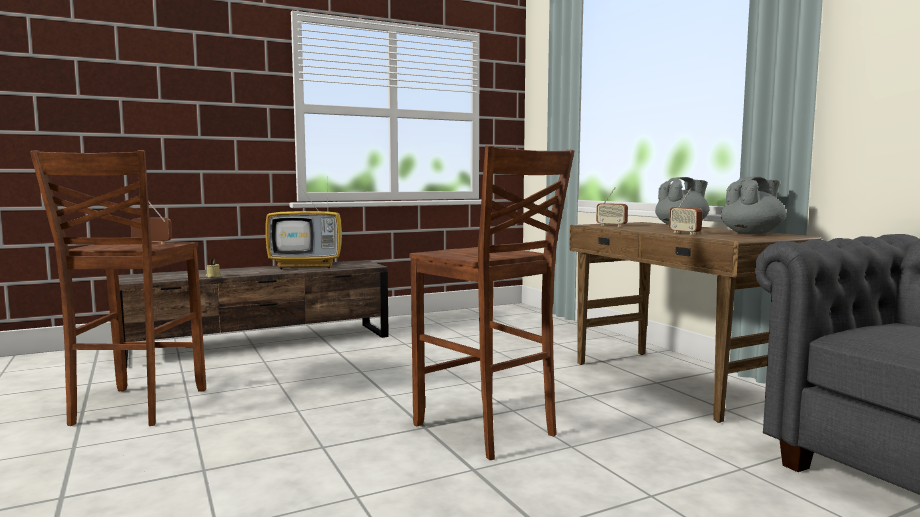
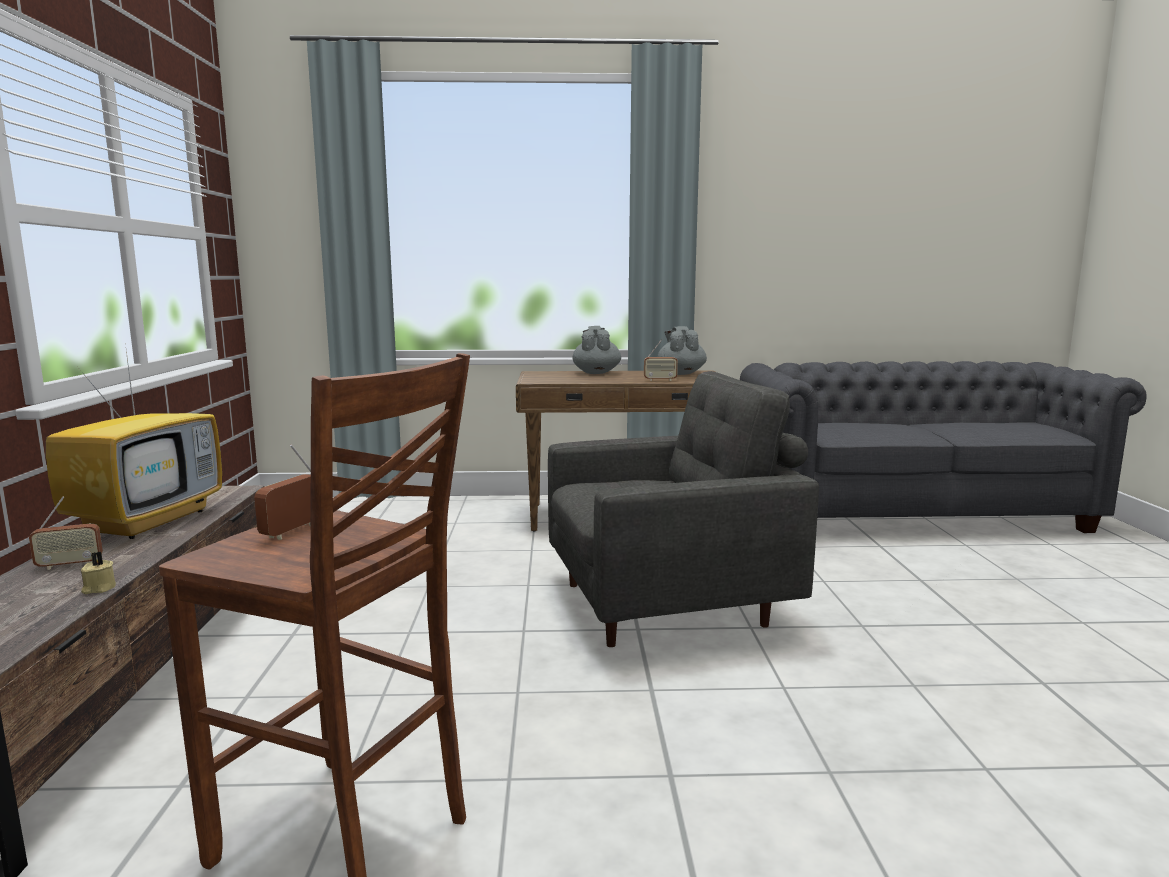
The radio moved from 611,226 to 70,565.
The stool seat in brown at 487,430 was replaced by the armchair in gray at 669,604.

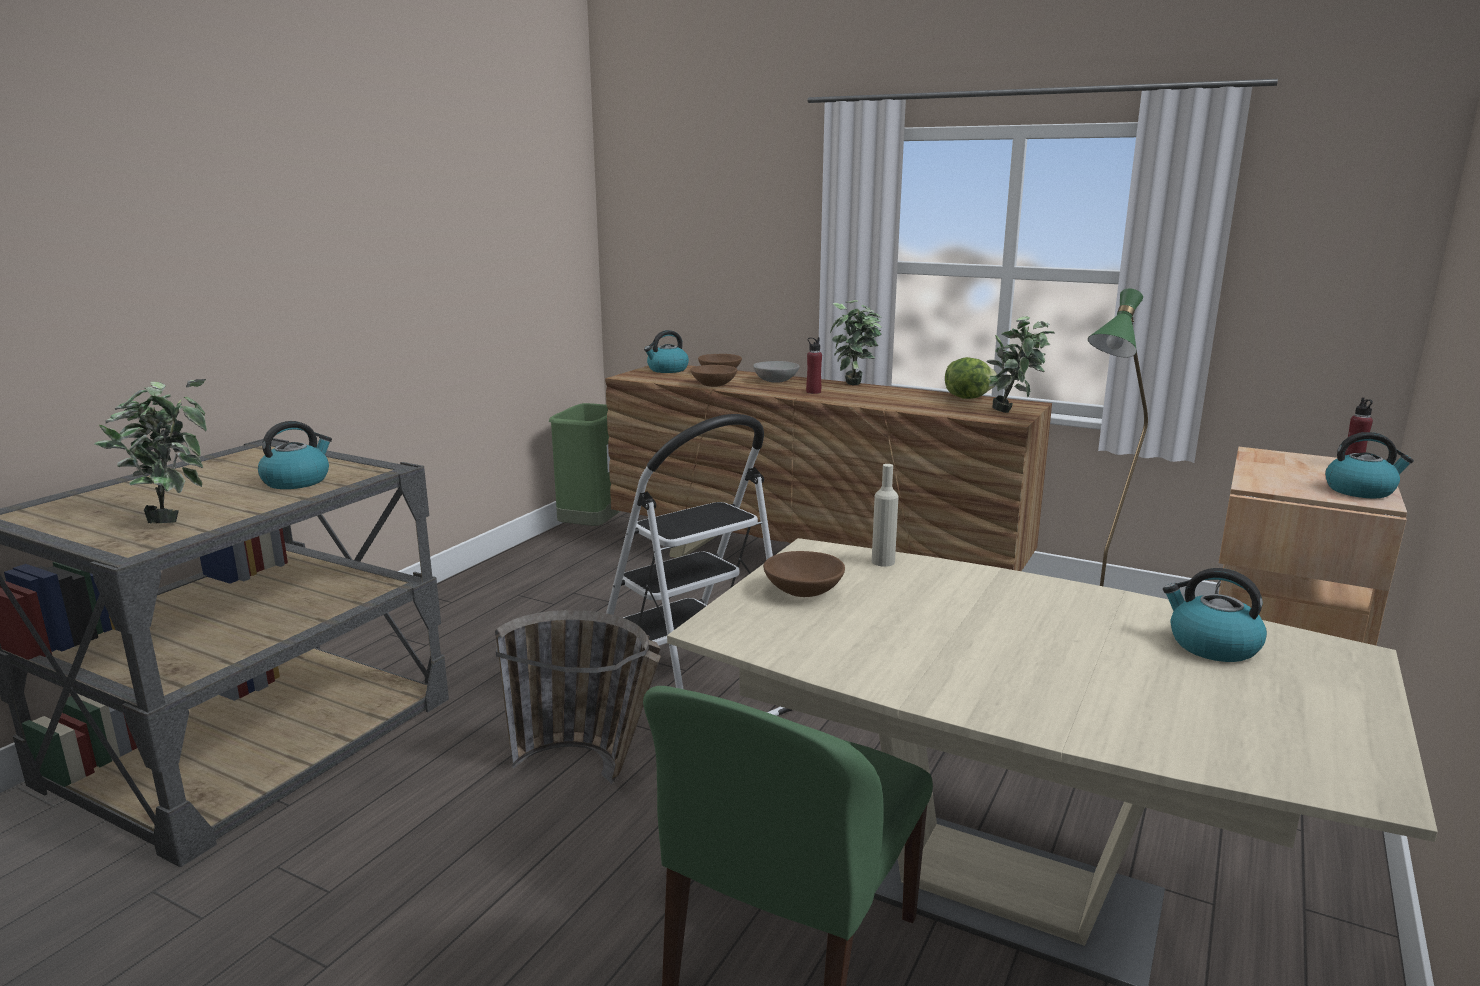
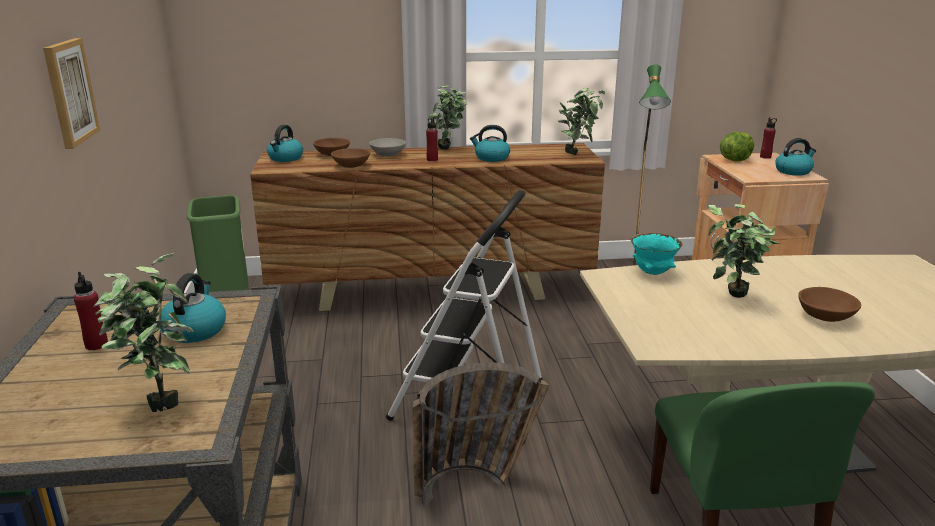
The wall picture at 69,92 appeared.
The bottle in red-coloured at 96,345 appeared.
The water kettle moved from 1211,645 to 491,158.
The bottle in sand-coloured at 883,562 was replaced by the bowl in blue-green at 653,272.
The plant in a pot at 732,299 appeared.
The lettuce head moved from 967,397 to 735,160.
The bowl in brown moved from 803,591 to 825,316.

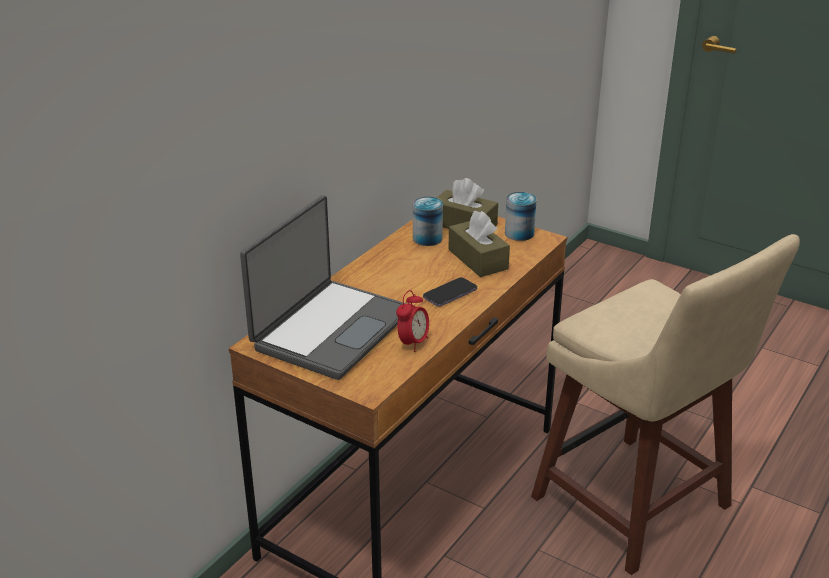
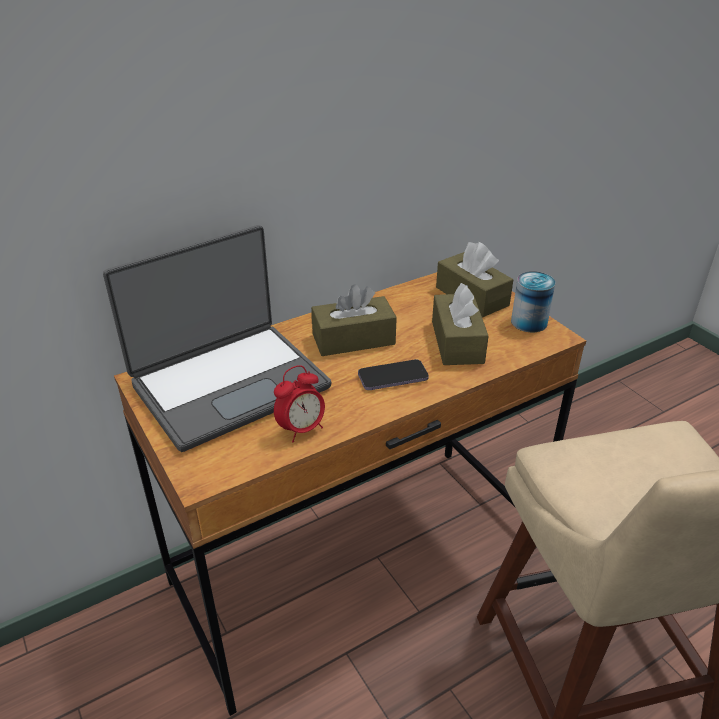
The box of tissues in brown at 353,339 appeared.
The can at 427,238 disappeared.

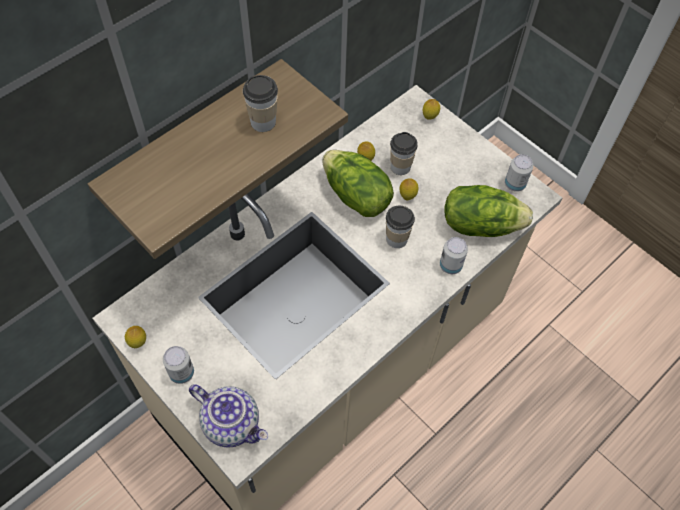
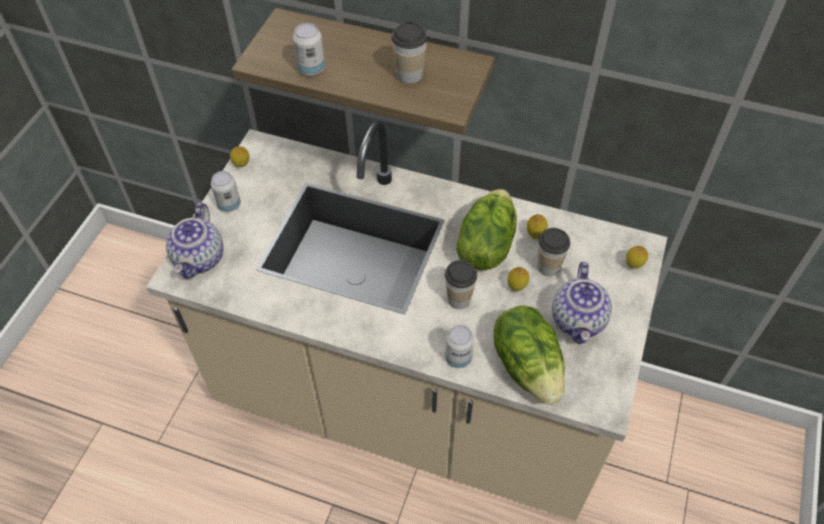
The can moved from 514,184 to 311,69.
The pot for tea at 579,320 appeared.

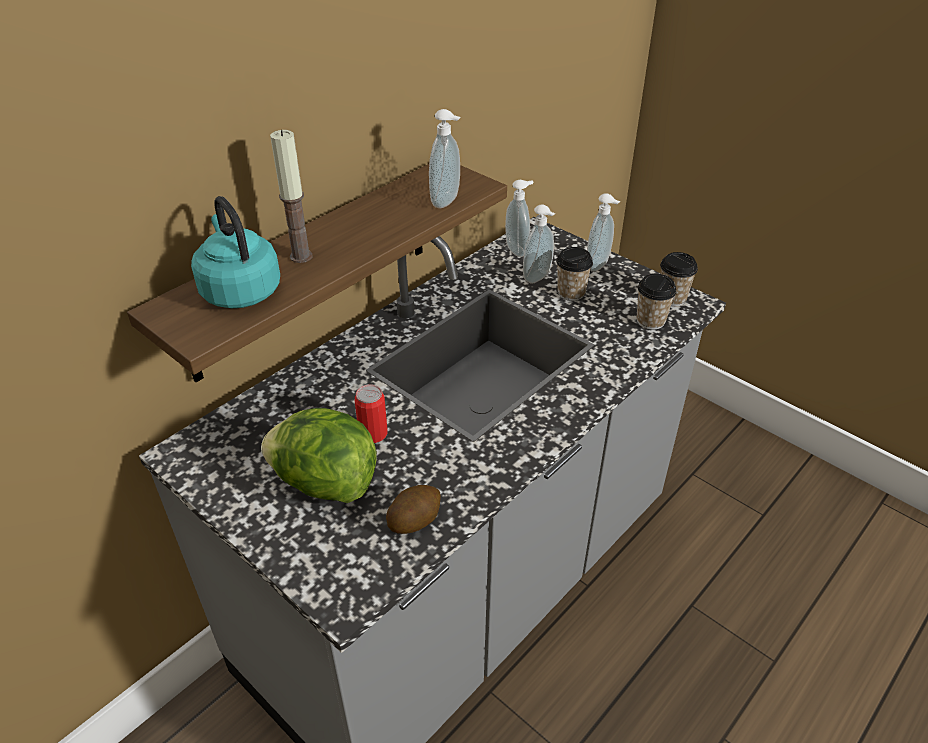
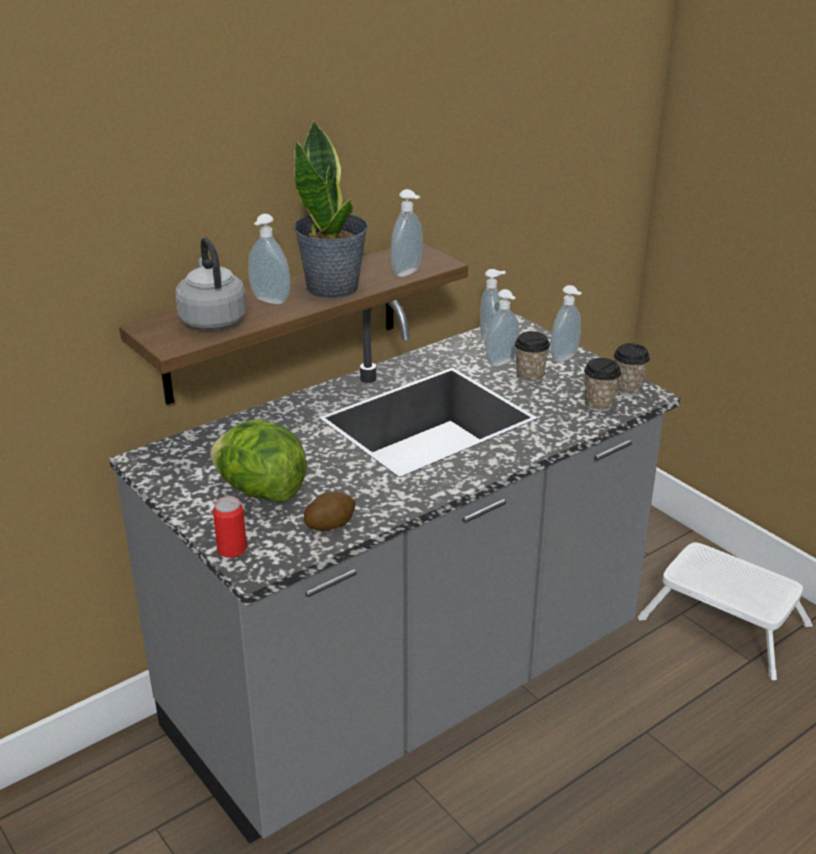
The water kettle in blue-green at 239,290 became the water kettle in gray at 212,319.
The can moved from 373,433 to 232,549.
The wax candle at 301,256 was replaced by the soap bottle at 269,301.
The plant in a pot at 333,287 appeared.
The step stool in white-coloured at 724,622 appeared.

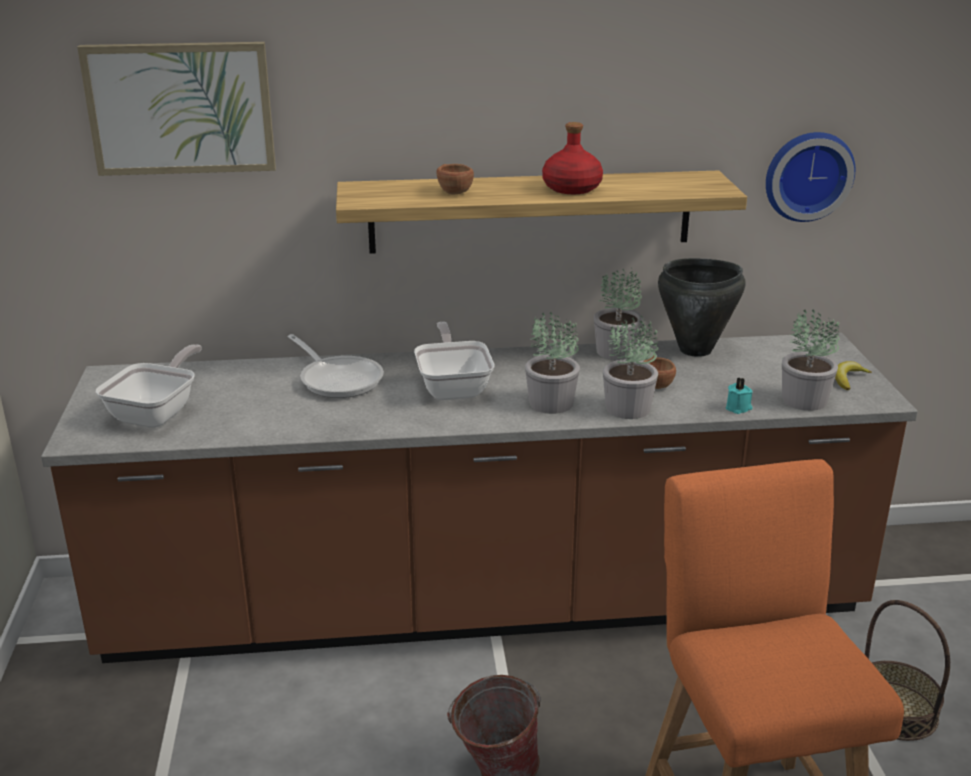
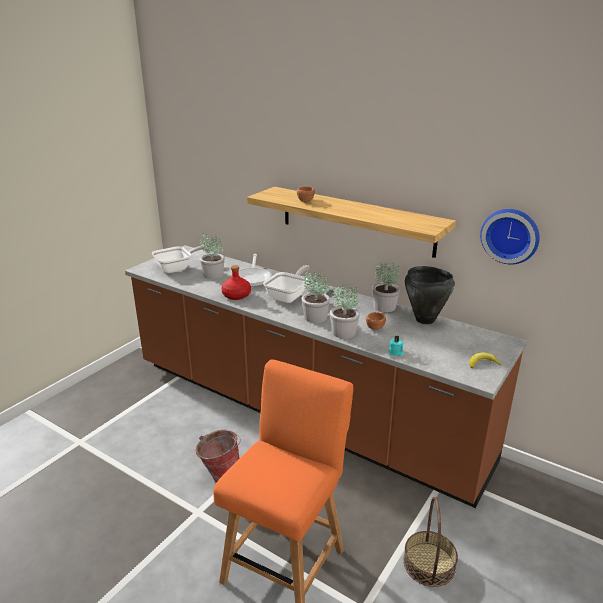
The plant in a pot moved from 804,400 to 212,275.
The bottle in red-coloured moved from 572,188 to 237,295.
The wall picture at 181,108 disappeared.

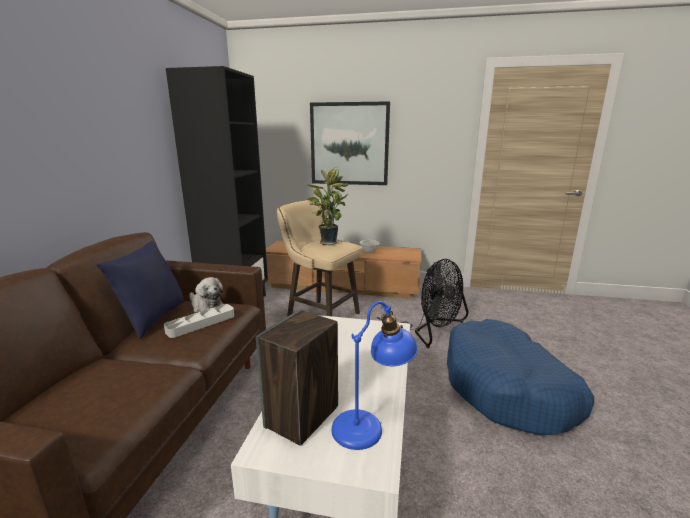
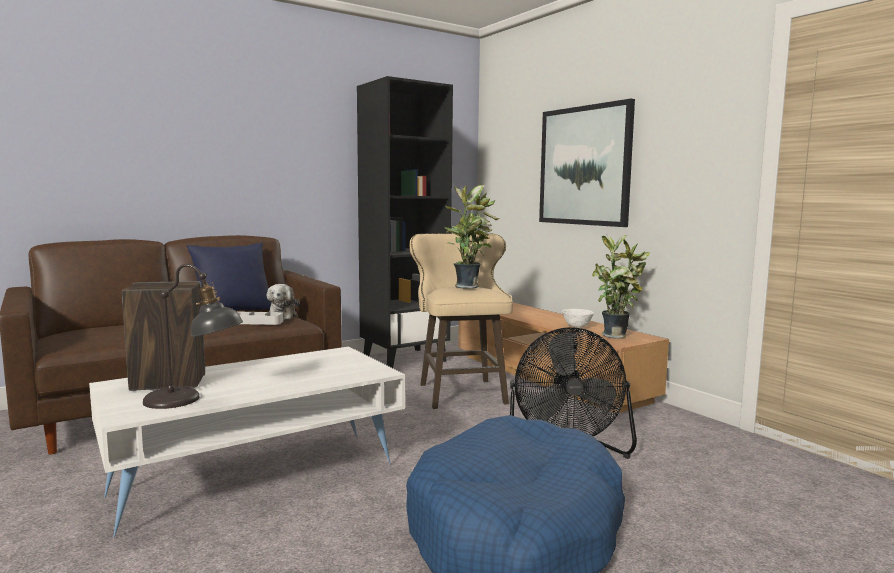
The table lamp in bluish at 372,418 became the table lamp in gray at 194,400.
The plant in a pot at 617,336 appeared.

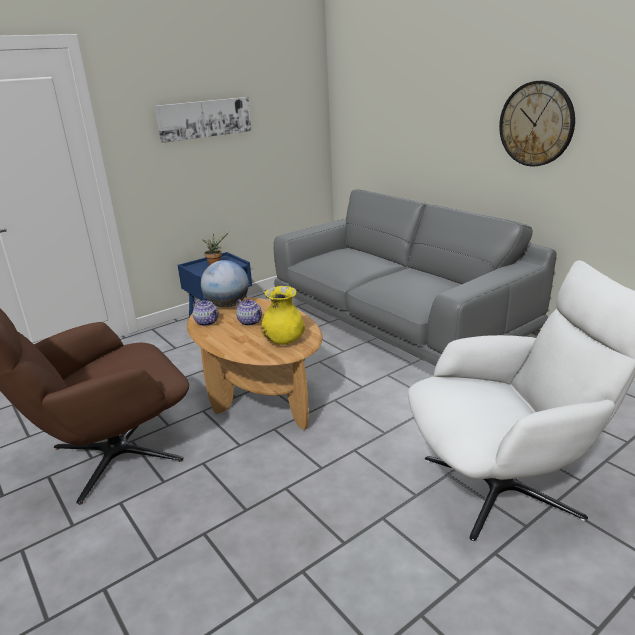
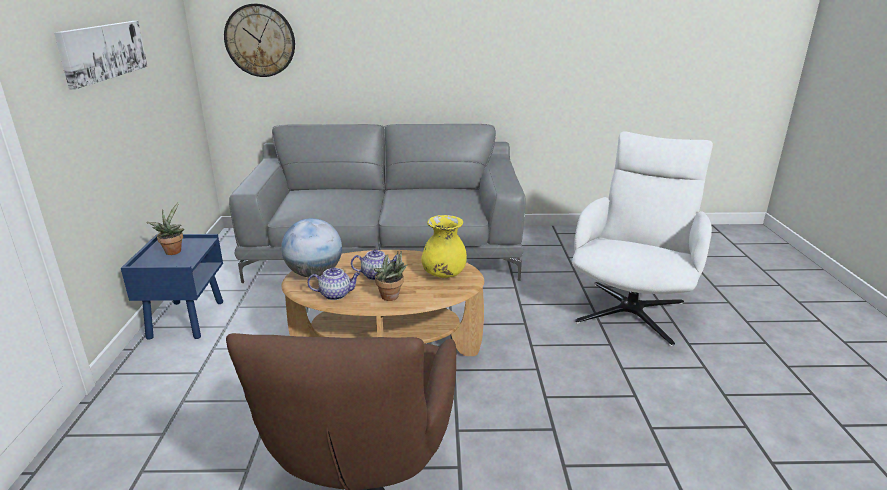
The hanging clock moved from 536,124 to 260,40.
The plant in a pot at 392,297 appeared.

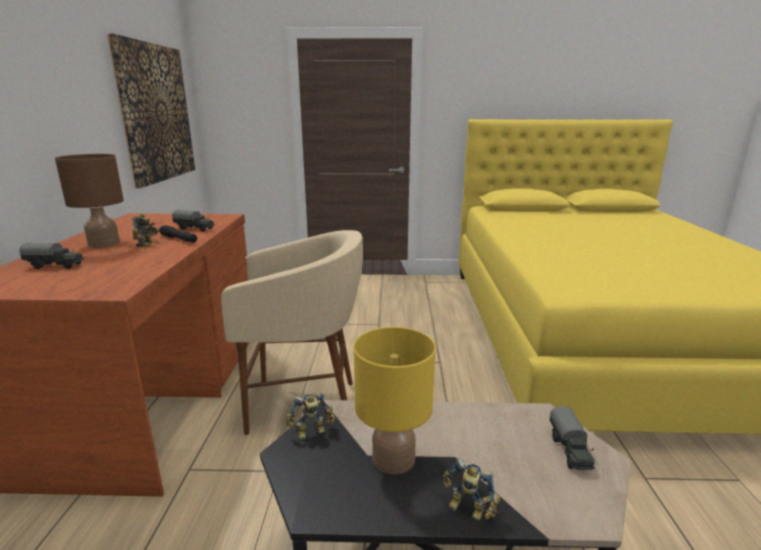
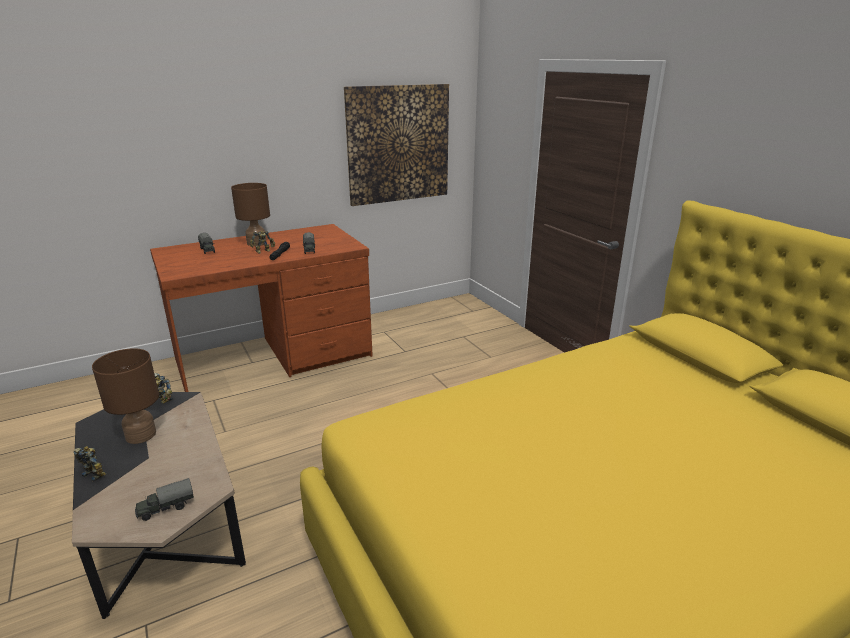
The model robot at 467,510 turned 120 degrees clockwise.
The table lamp in yellow at 393,459 became the table lamp in brown at 140,435.
The stool seat in sand-coloured at 303,405 disappeared.

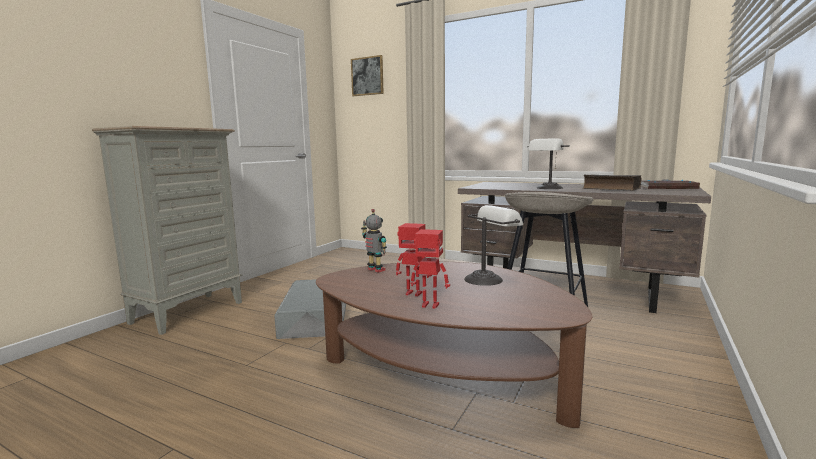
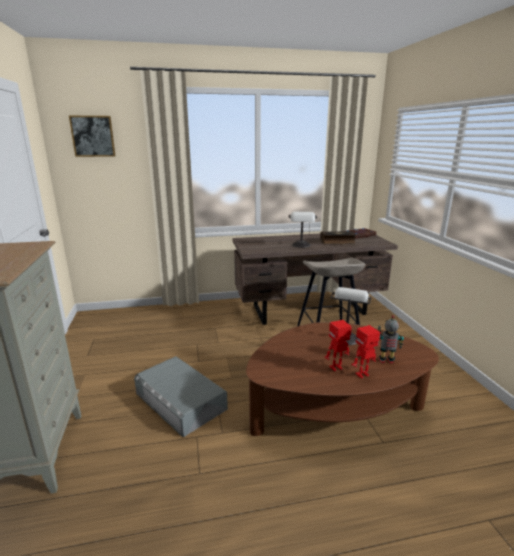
The model robot moved from 375,270 to 386,361.

